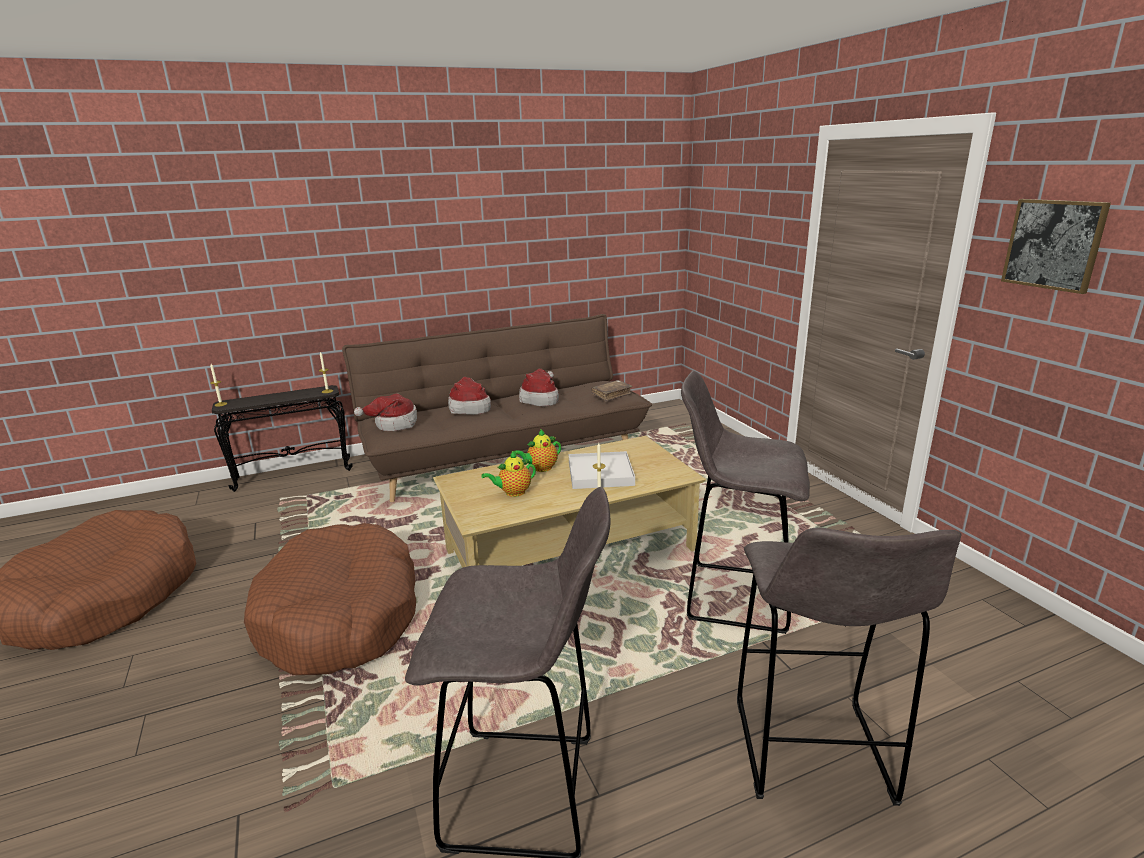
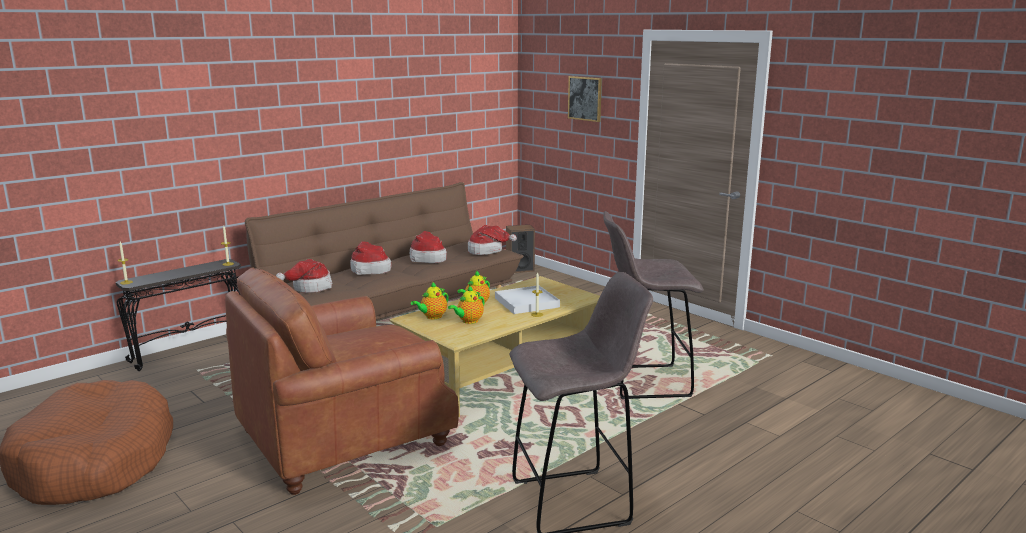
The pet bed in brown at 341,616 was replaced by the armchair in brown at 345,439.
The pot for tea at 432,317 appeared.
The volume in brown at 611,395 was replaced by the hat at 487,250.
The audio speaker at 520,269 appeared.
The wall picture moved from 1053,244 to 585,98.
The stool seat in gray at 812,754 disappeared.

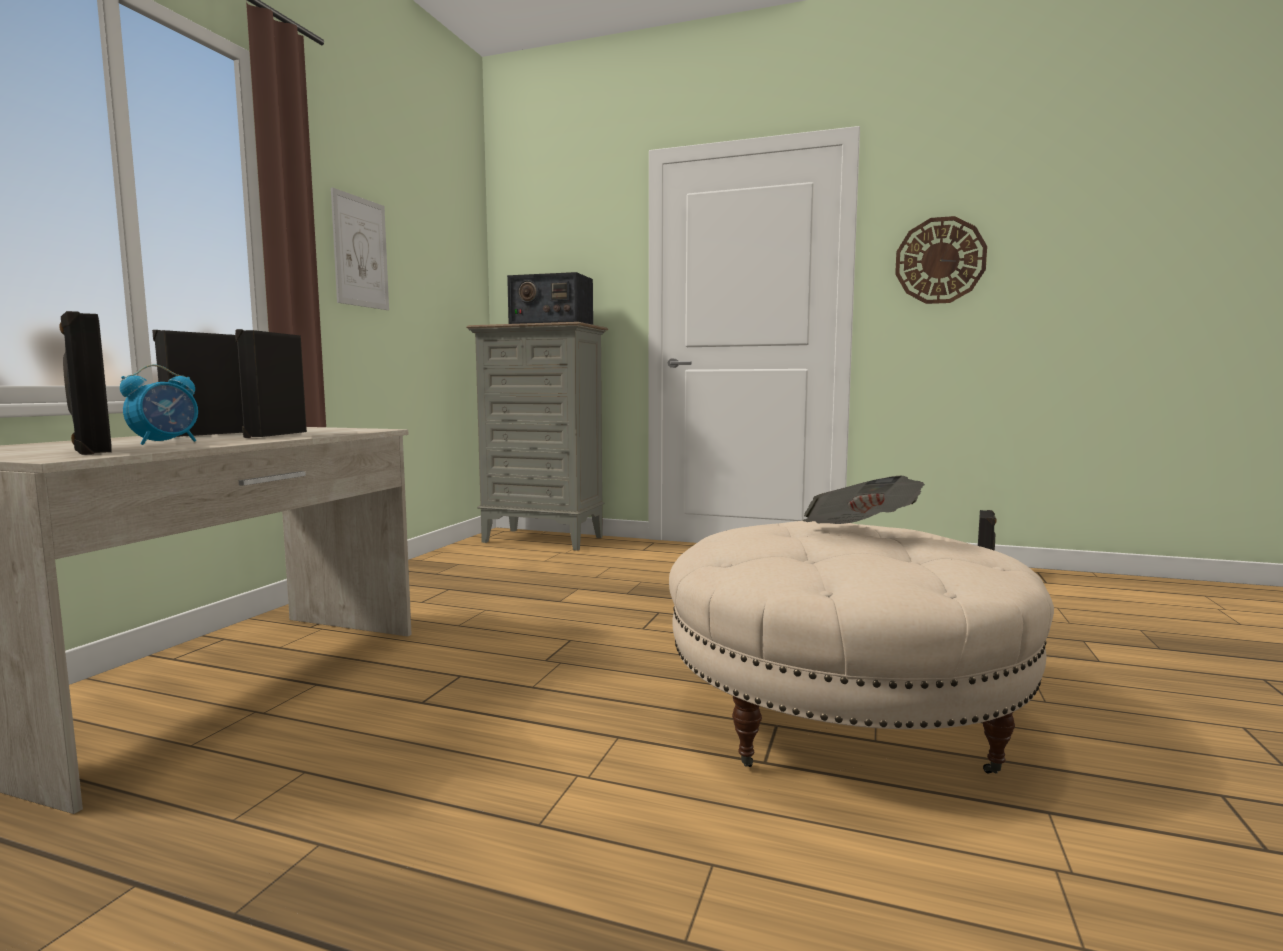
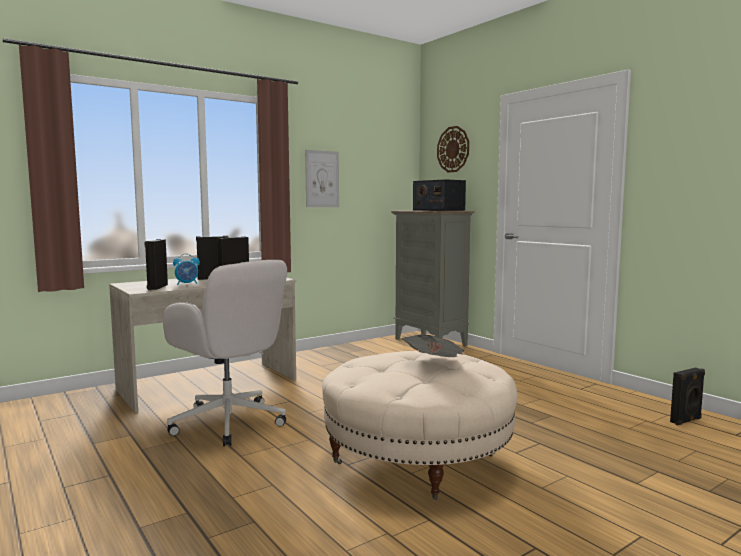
The office chair in white-coloured at 228,423 appeared.
The hanging clock moved from 940,260 to 453,149.

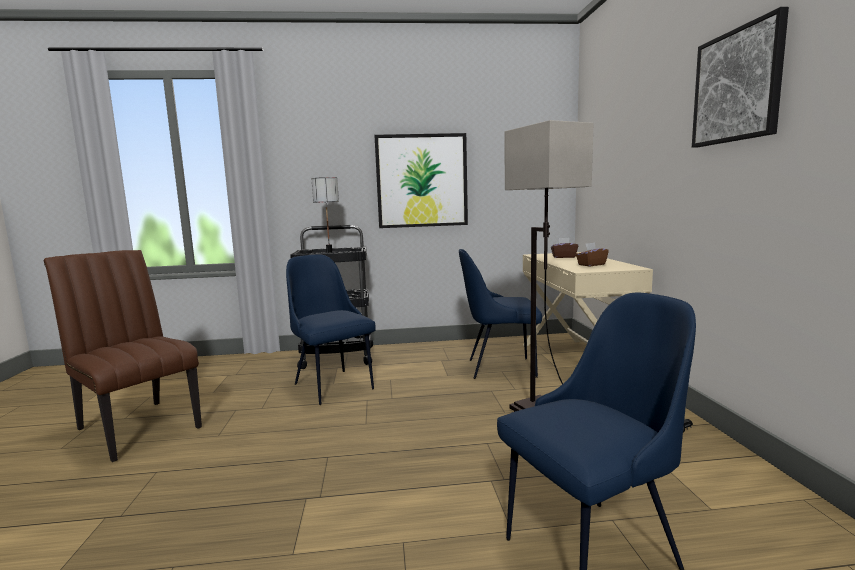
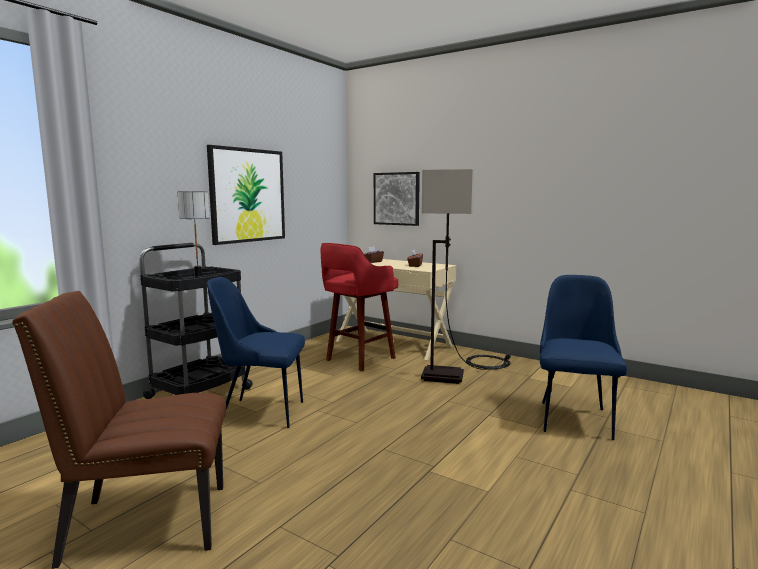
The chair in bluish at 501,368 was replaced by the stool seat in red-coloured at 358,360.
The wall picture moved from 737,86 to 396,198.

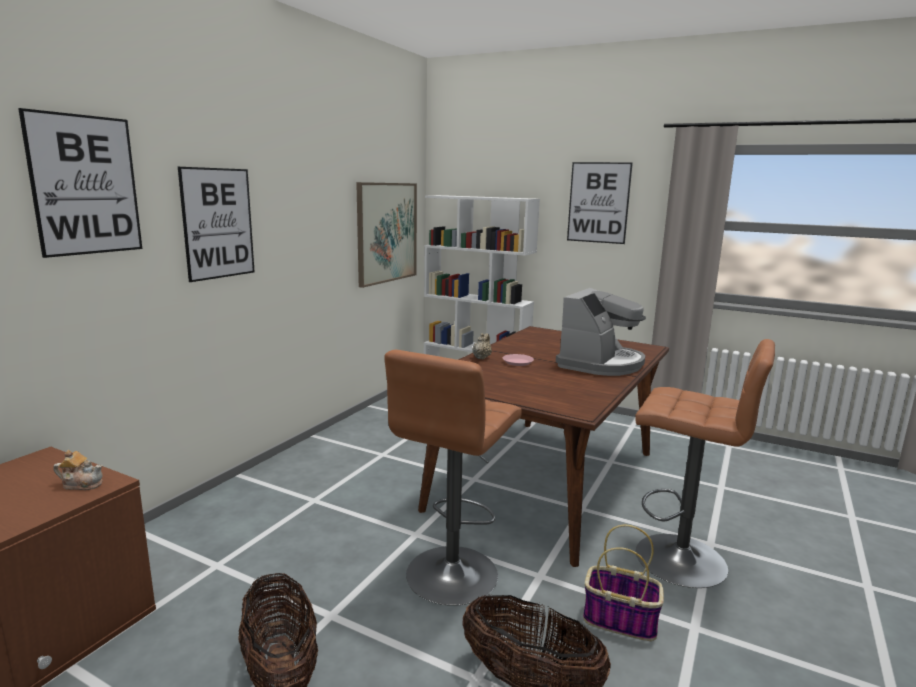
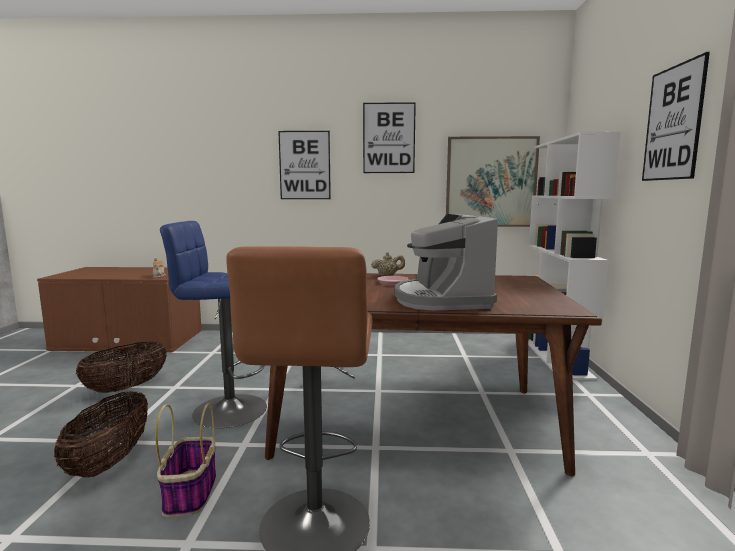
The stool seat in brown at 450,575 became the stool seat in bluish at 229,410.
The wall picture moved from 85,185 to 389,138.
The coffee maker at 600,364 turned 75 degrees clockwise.

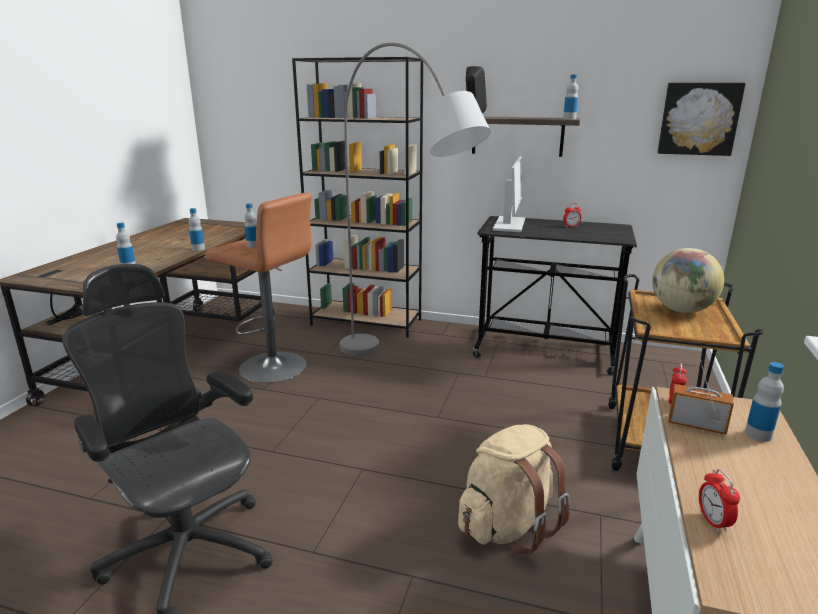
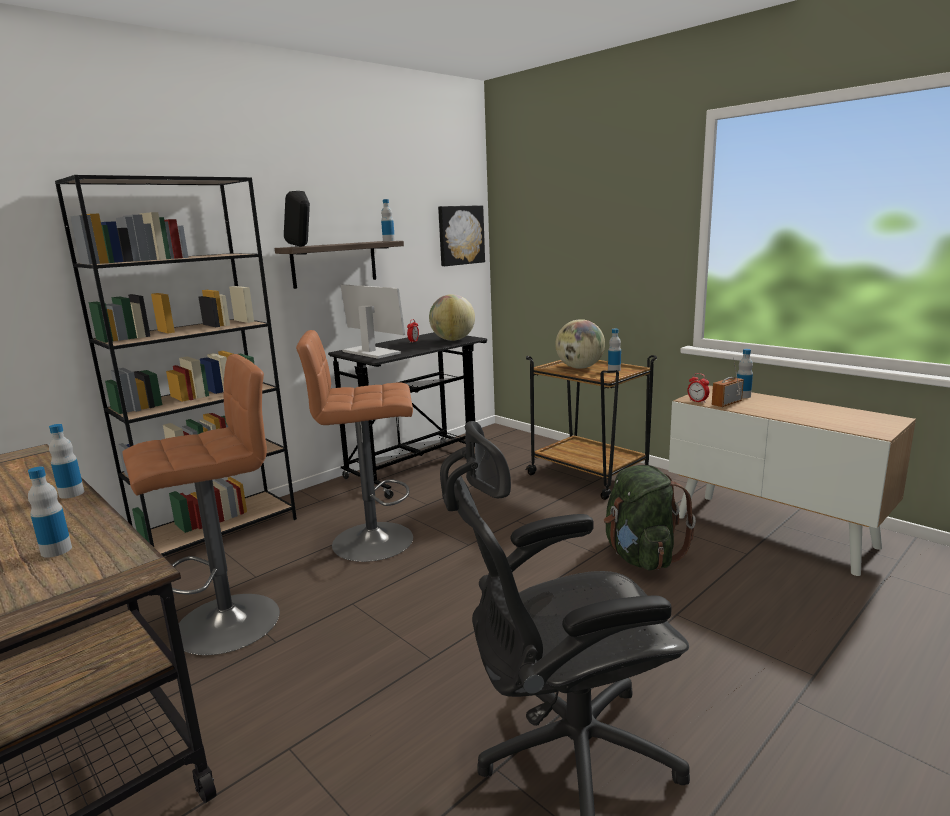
The standard lamp in gray at 404,375 was replaced by the stool seat in brown at 372,541.
The globe at 453,340 appeared.
The rucksack in sand-coloured at 508,526 became the rucksack in green at 641,557.
The bottle moved from 253,245 to 614,370.
The table clock at 713,521 disappeared.

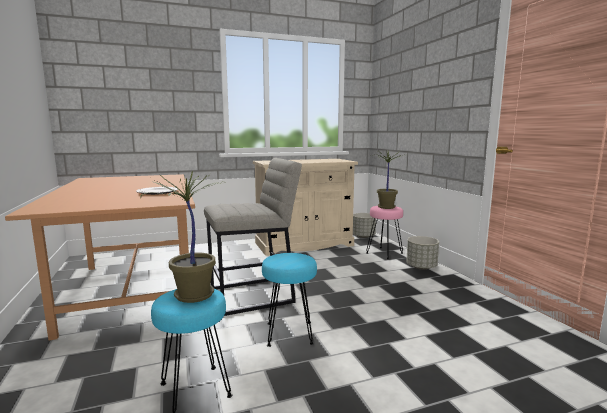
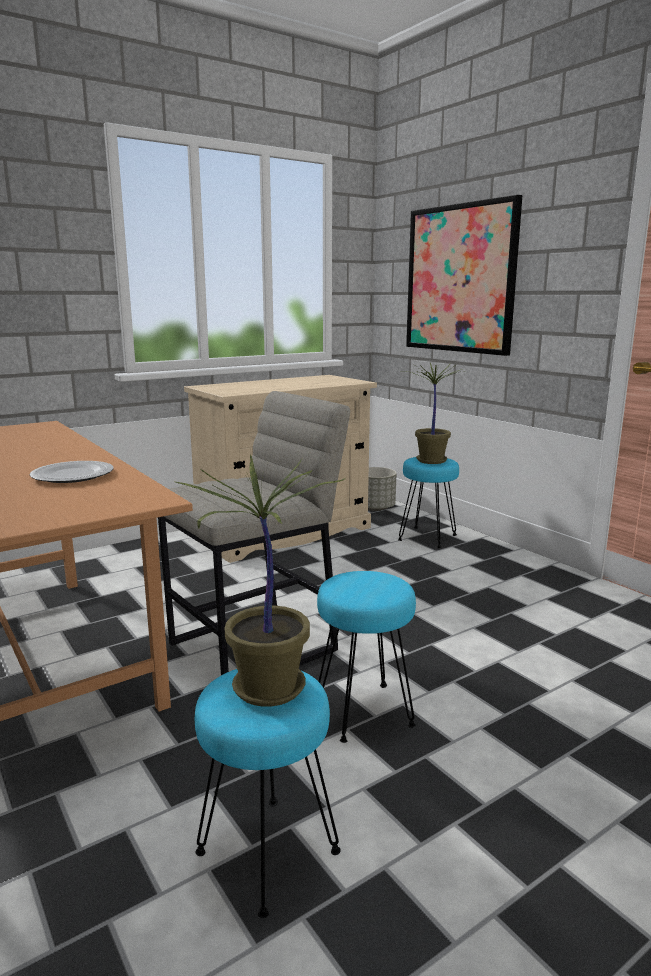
The stool seat in pink-coloured at 384,253 became the stool seat in blue-green at 427,537.
The wall picture at 460,279 appeared.
The plant pot in gray at 421,267 disappeared.

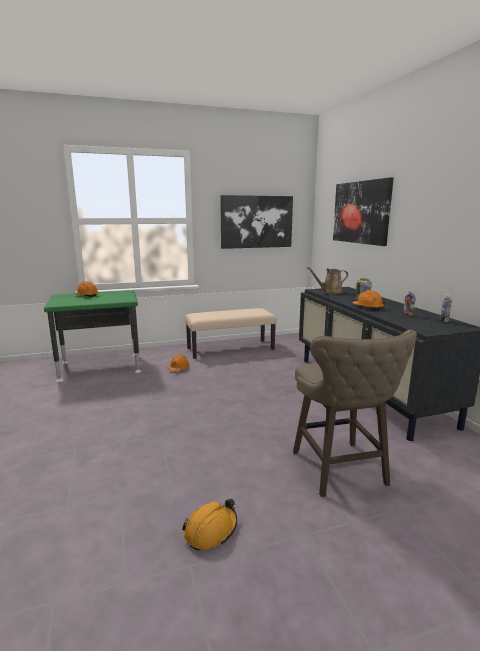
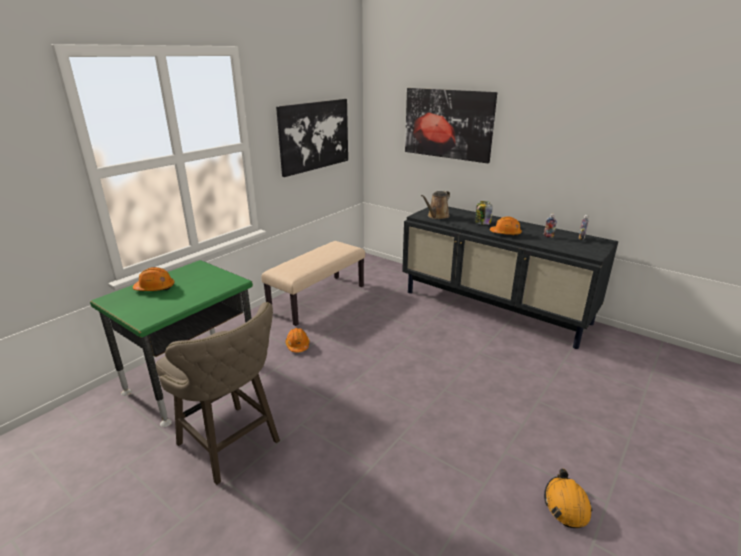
The stool seat in sand-coloured moved from 340,470 to 231,445.

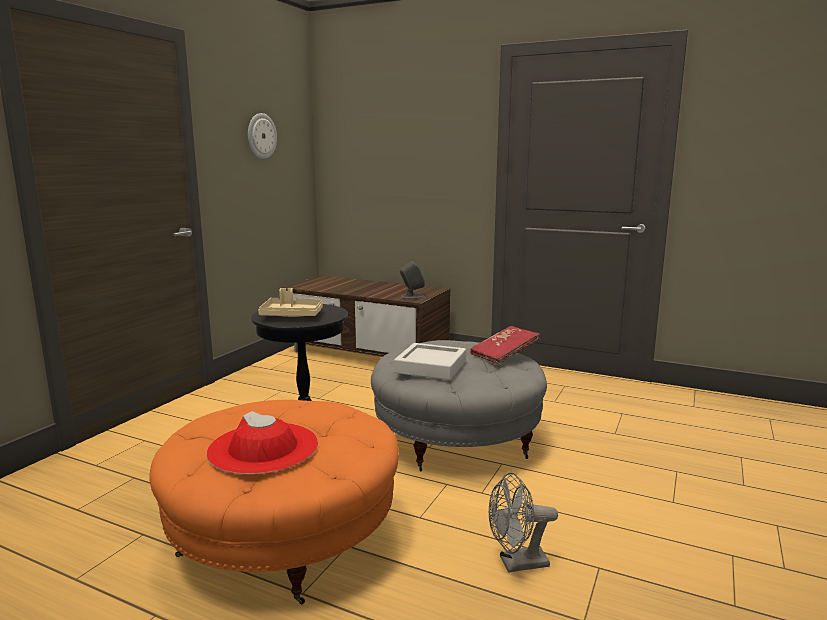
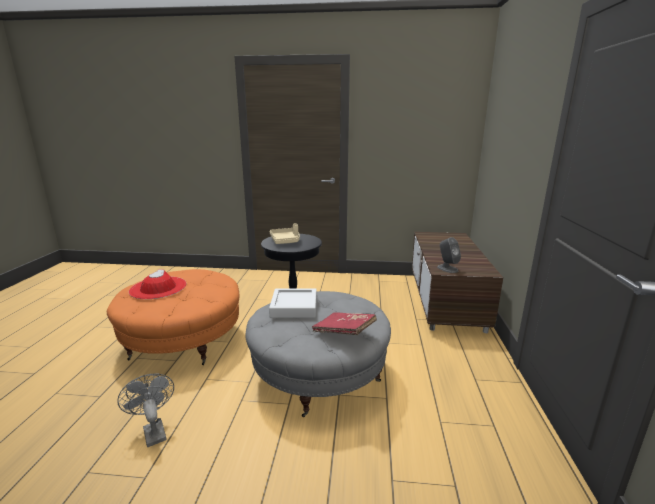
The hanging clock at 261,136 disappeared.

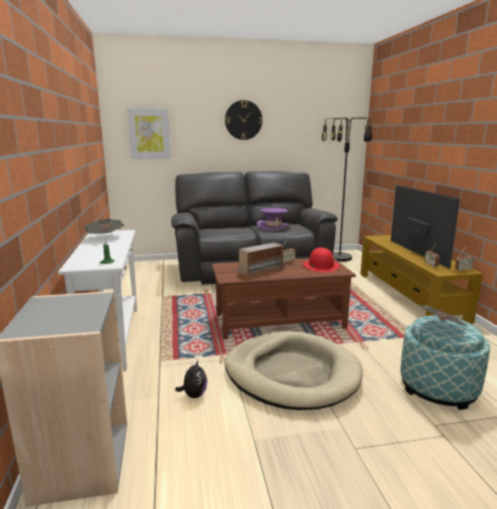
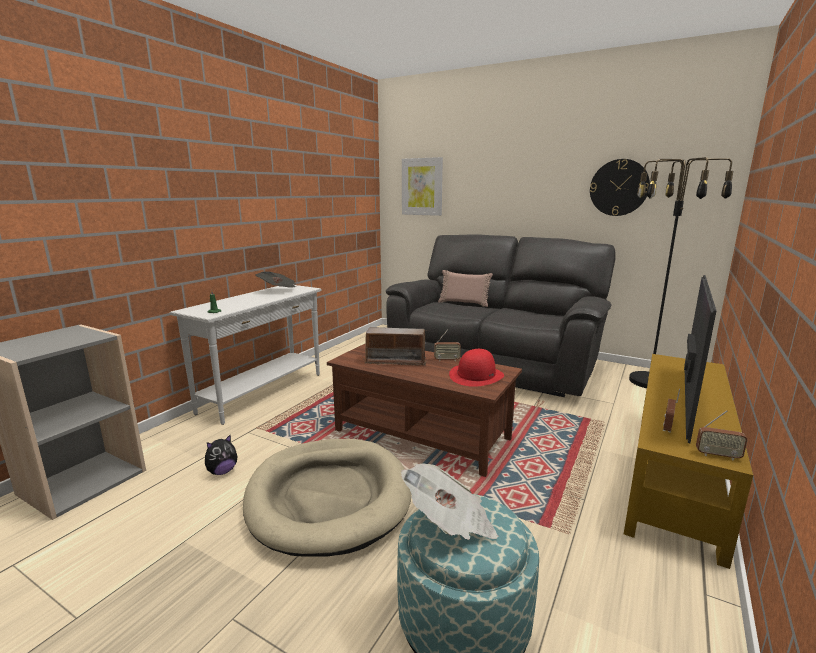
The cushion in sand-coloured at 464,303 appeared.
The hanging clock moved from 243,120 to 619,187.
The hat in purple-coloured at 273,227 disappeared.

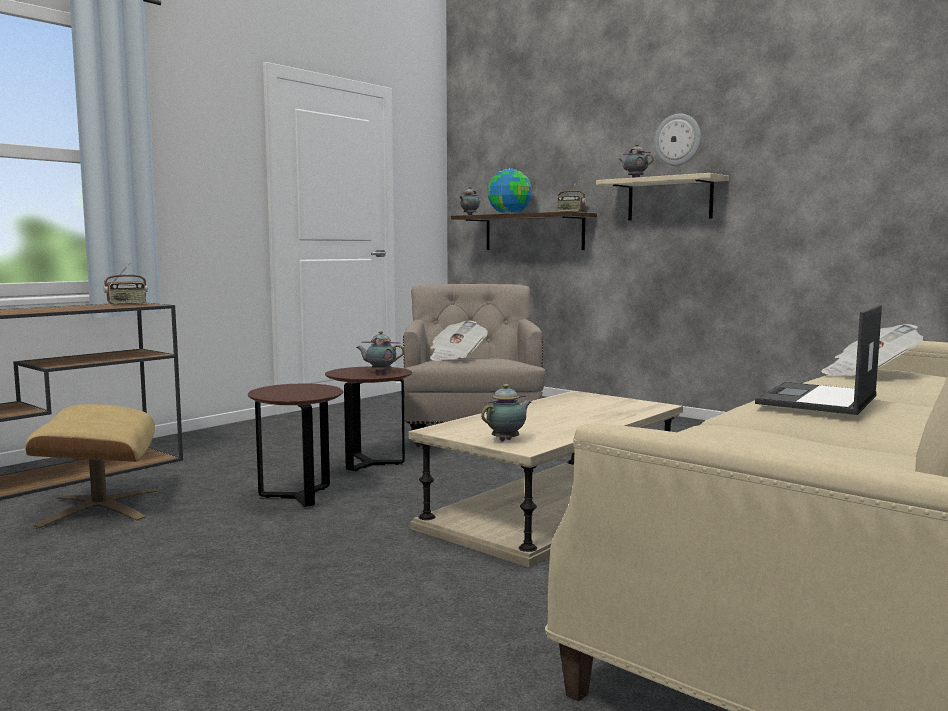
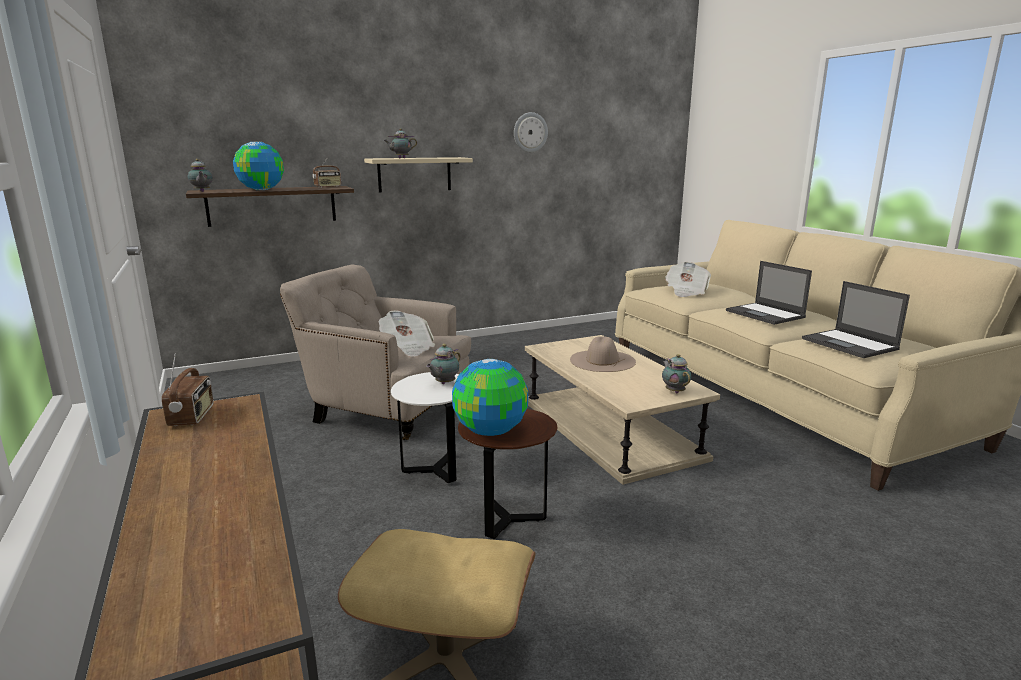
The accent table in brown at 370,464 became the accent table in white-coloured at 435,470.
The globe at 491,431 appeared.
The hanging clock moved from 678,139 to 530,132.
The hat in sand-coloured at 602,360 appeared.
The portable computer at 850,344 appeared.

